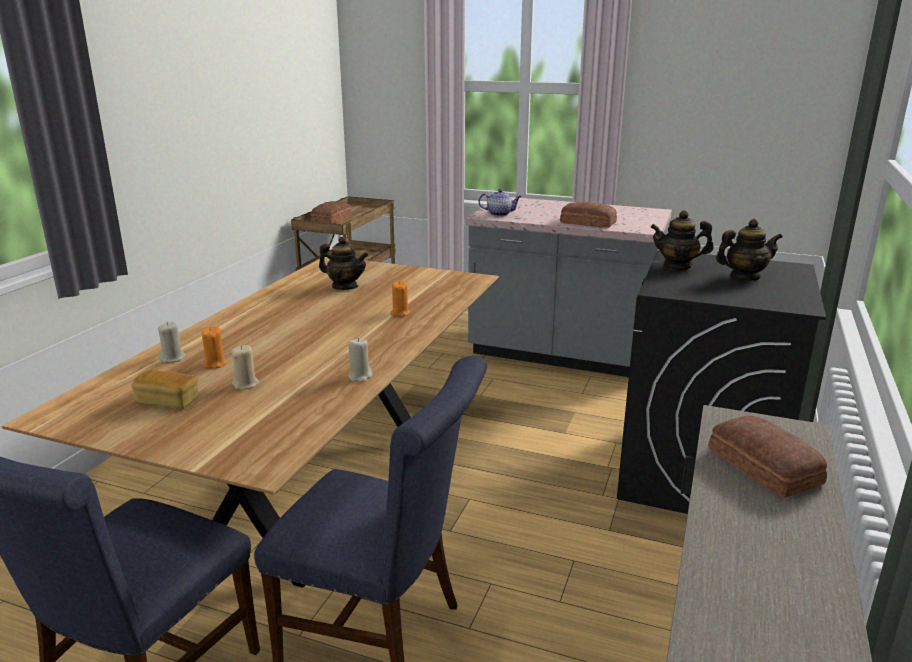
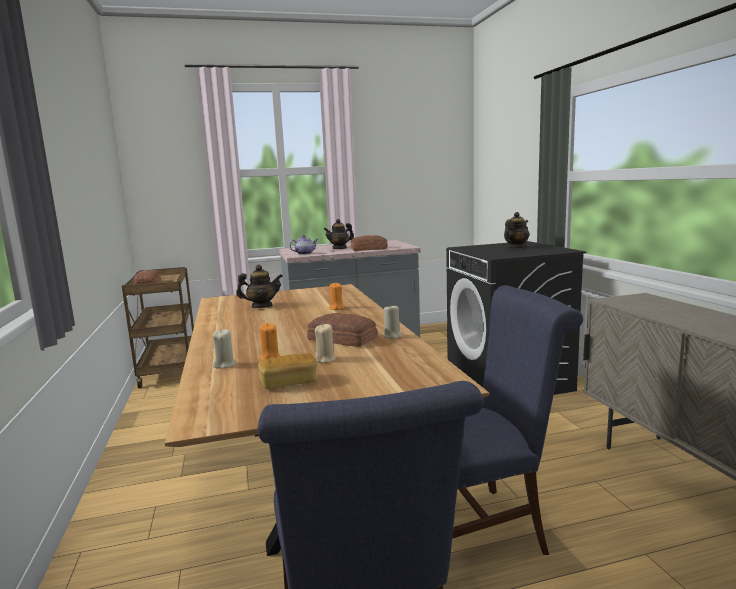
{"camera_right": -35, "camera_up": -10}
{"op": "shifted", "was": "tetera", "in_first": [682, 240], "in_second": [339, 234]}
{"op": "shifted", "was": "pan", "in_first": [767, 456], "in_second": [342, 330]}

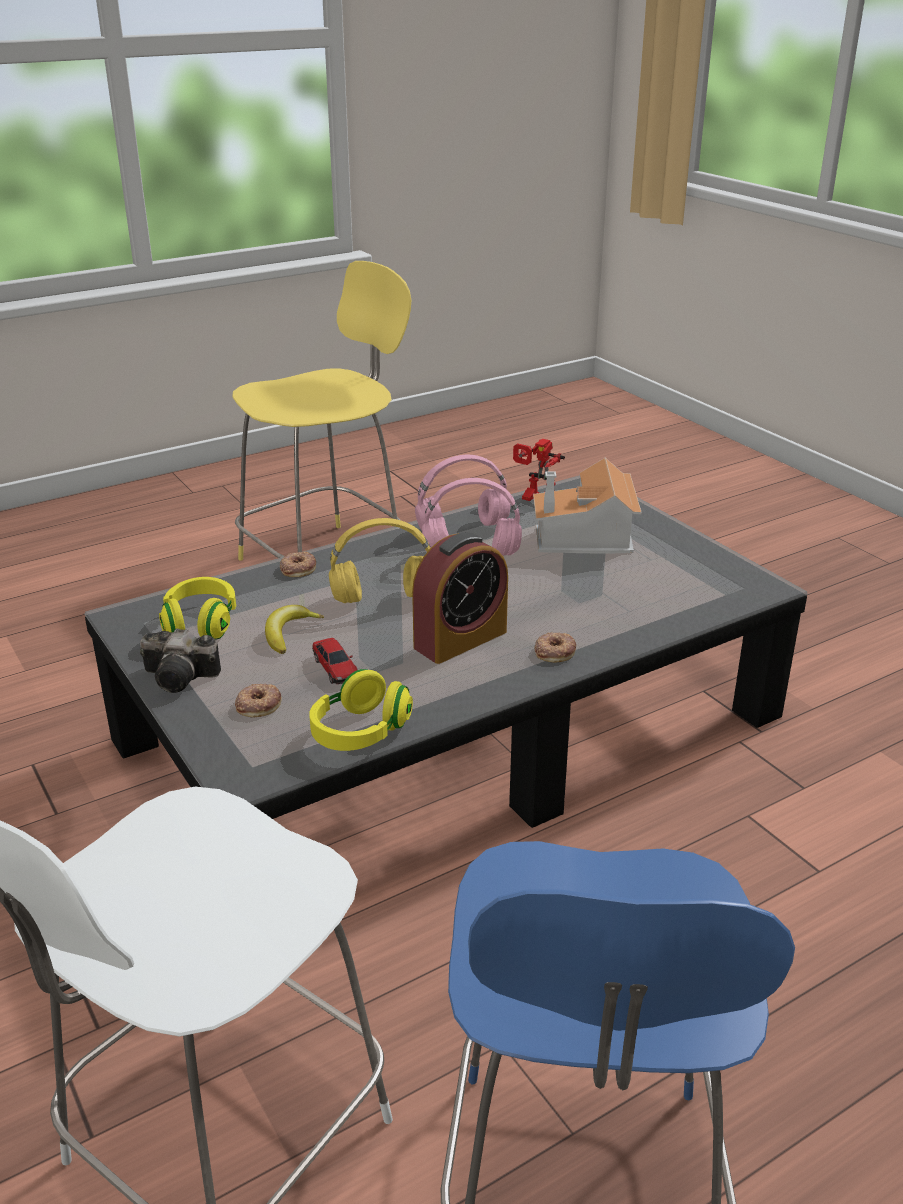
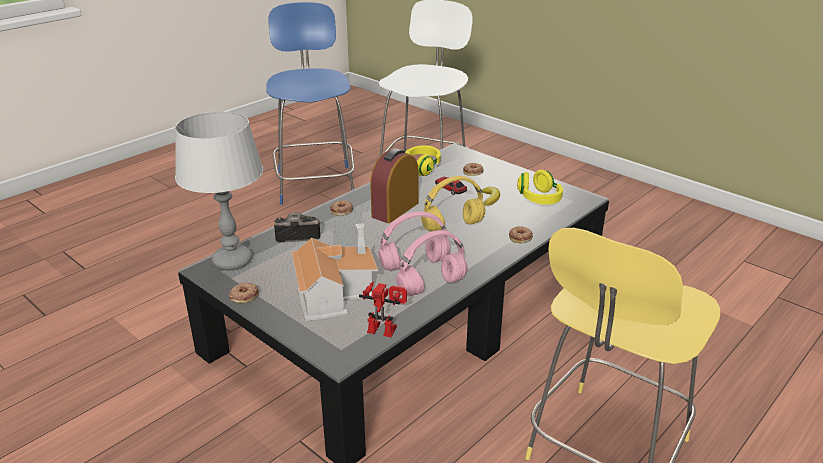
{"camera_right": 165, "camera_up": 0}
{"op": "shifted", "was": "cámara", "in_first": [180, 660], "in_second": [297, 227]}
{"op": "new", "now": "lámpara de mesa [gris]", "in_second": [219, 190]}
{"op": "new", "now": "rosquilla", "in_second": [244, 292]}

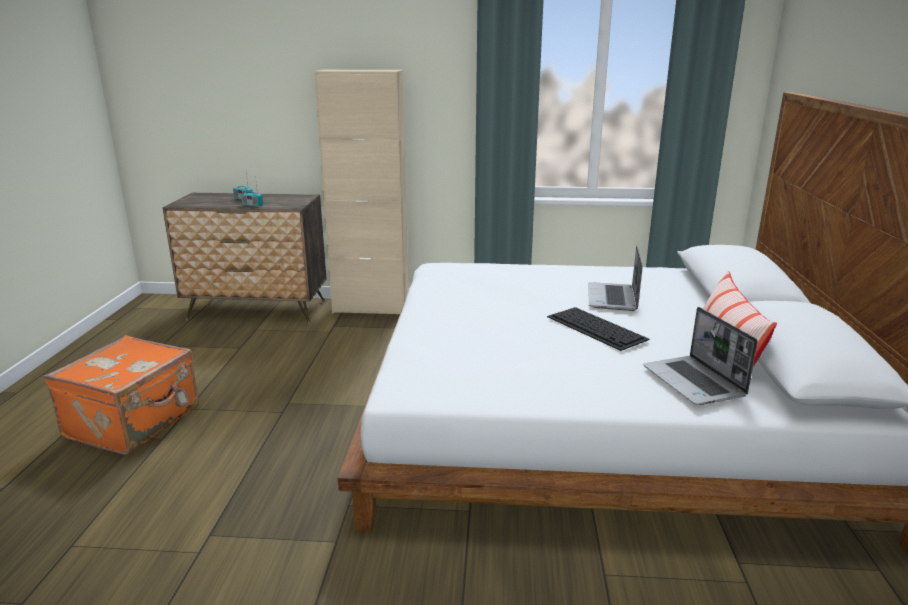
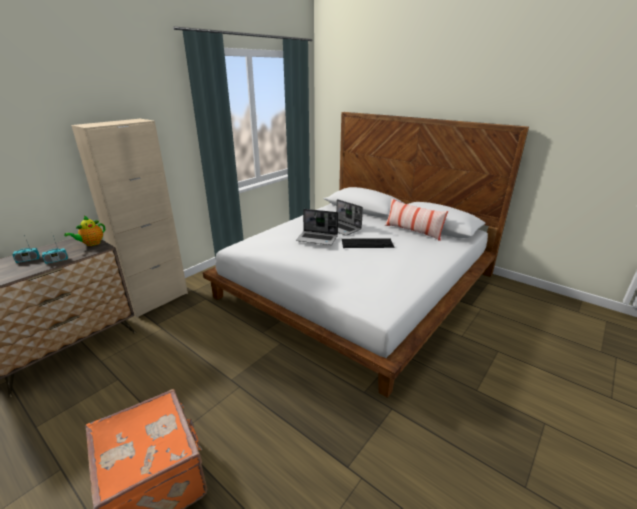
{"camera_right": -55, "camera_up": 5}
{"op": "shifted", "was": "portátil", "in_first": [700, 356], "in_second": [317, 227]}
{"op": "new", "now": "tetera", "in_second": [84, 231]}

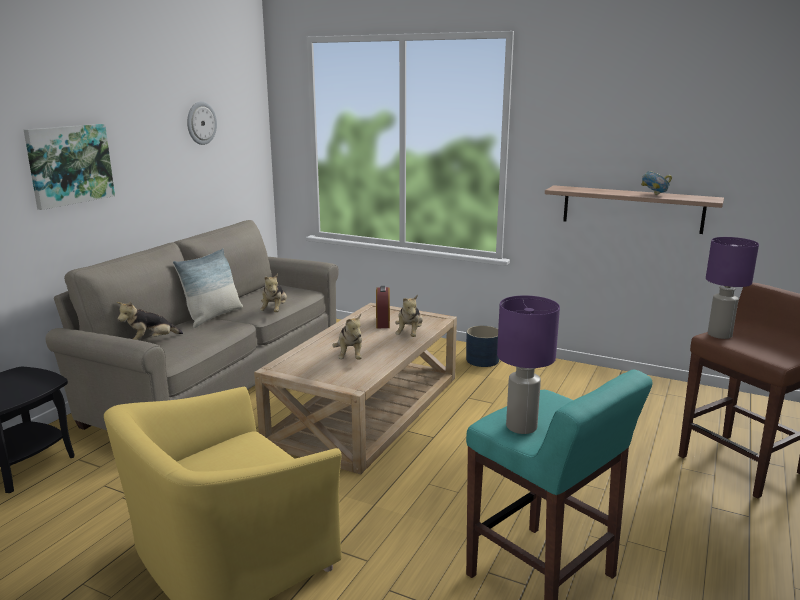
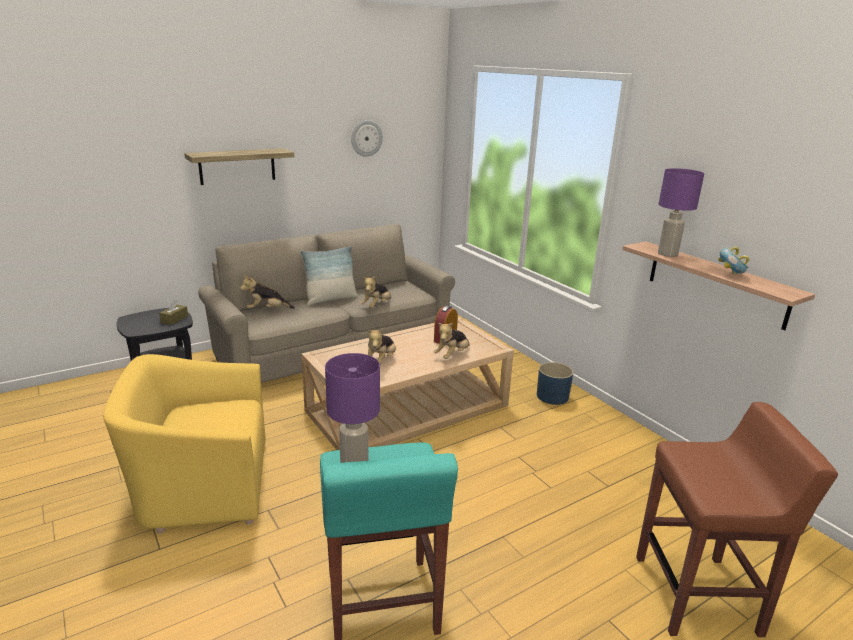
{"camera_right": 30, "camera_up": 5}
{"op": "swapped", "was": "cuadro", "now": "estante", "in_first": [69, 167], "in_second": [239, 166]}
{"op": "shifted", "was": "lámpara de mesa [morado]", "in_first": [732, 288], "in_second": [681, 212]}
{"op": "new", "now": "caja de pañuelos [marrón]", "in_second": [173, 312]}

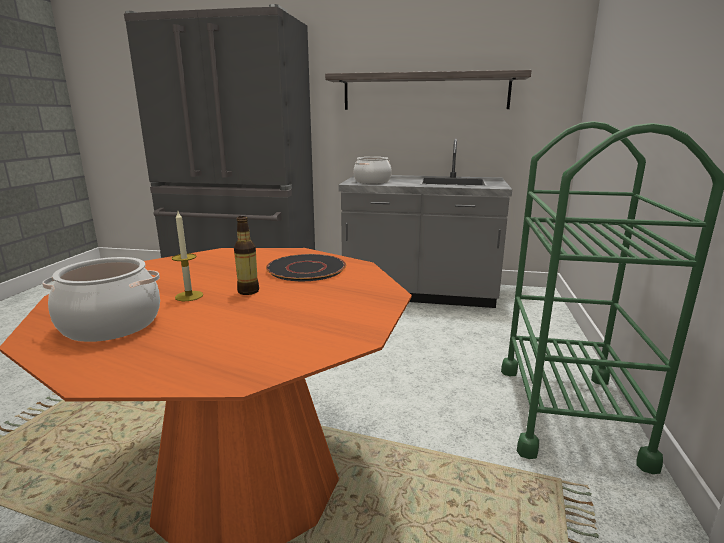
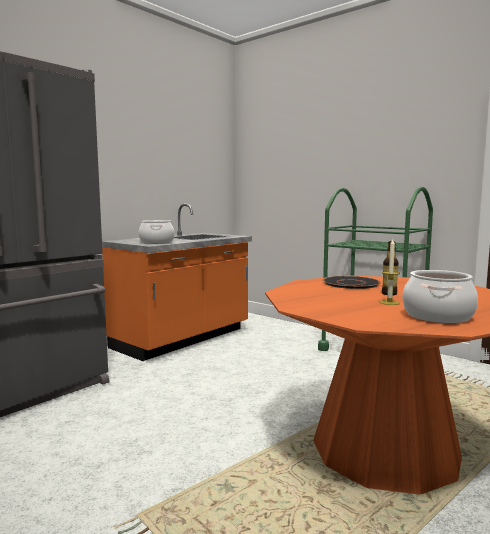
{"camera_right": -60, "camera_up": -10}
{"op": "gone", "was": "estante", "in_first": [428, 90]}
{"op": "repainted", "was": "mueble bajo de cocina [gris]", "now": "mueble bajo de cocina [naranja]", "in_first": [425, 223], "in_second": [177, 282]}

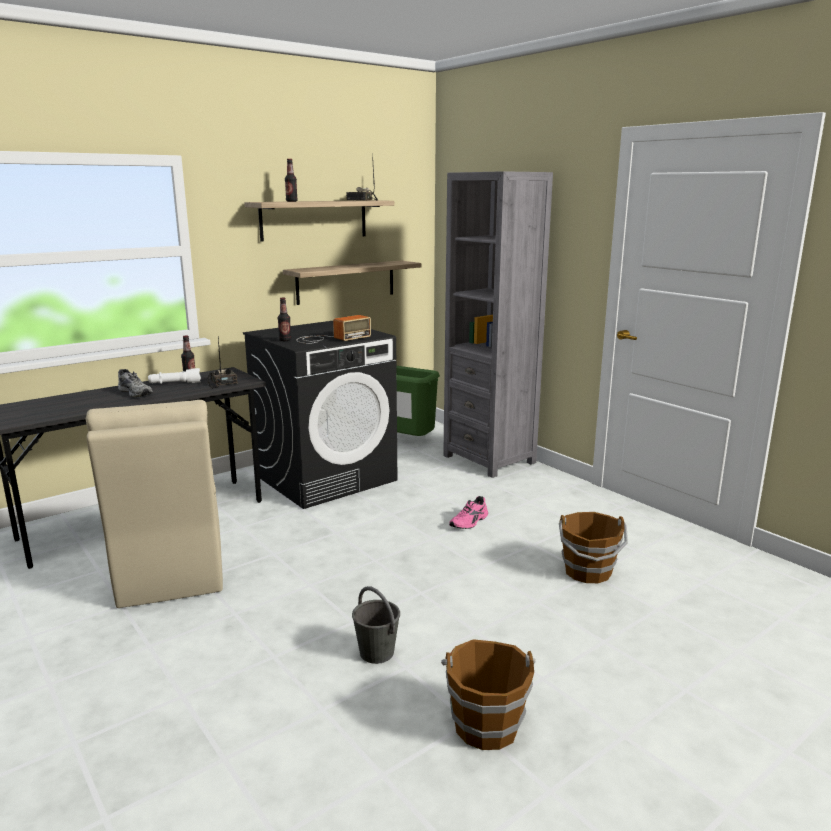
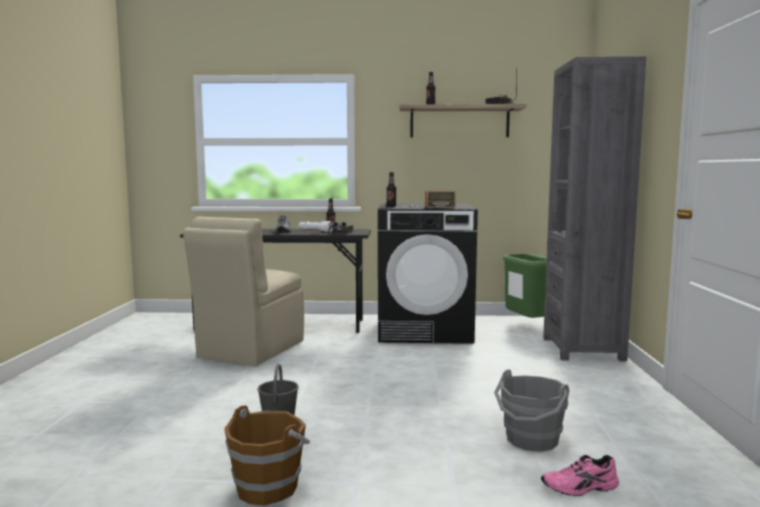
{"camera_right": 40, "camera_up": -10}
{"op": "gone", "was": "estante", "in_first": [352, 282]}
{"op": "shifted", "was": "zapato [rosa]", "in_first": [468, 512], "in_second": [580, 475]}
{"op": "repainted", "was": "cubo [marrón]", "now": "cubo [gris]", "in_first": [593, 547], "in_second": [532, 411]}

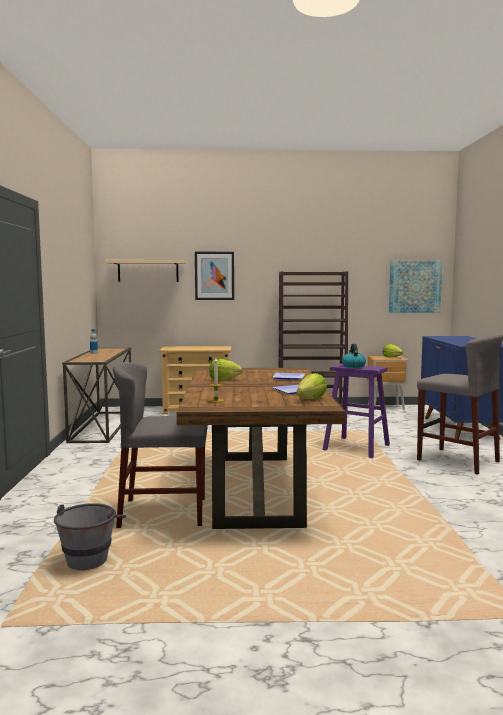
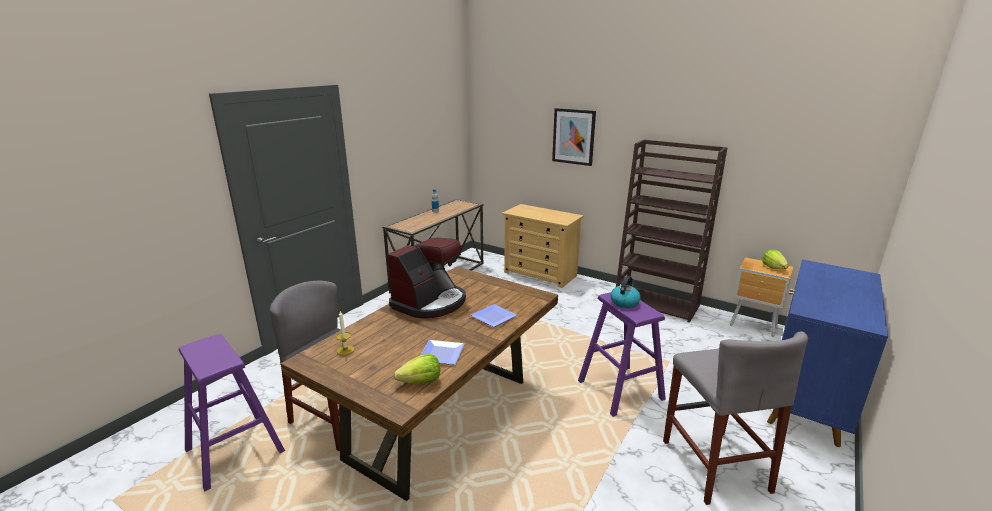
{"camera_right": 35, "camera_up": 15}
{"op": "swapped", "was": "cubo [gris]", "now": "taburete [morado]", "in_first": [90, 536], "in_second": [232, 412]}
{"op": "gone", "was": "estante [beis]", "in_first": [145, 271]}
{"op": "swapped", "was": "lechuga", "now": "cafetera", "in_first": [226, 370], "in_second": [426, 278]}
{"op": "gone", "was": "cuadro", "in_first": [416, 286]}

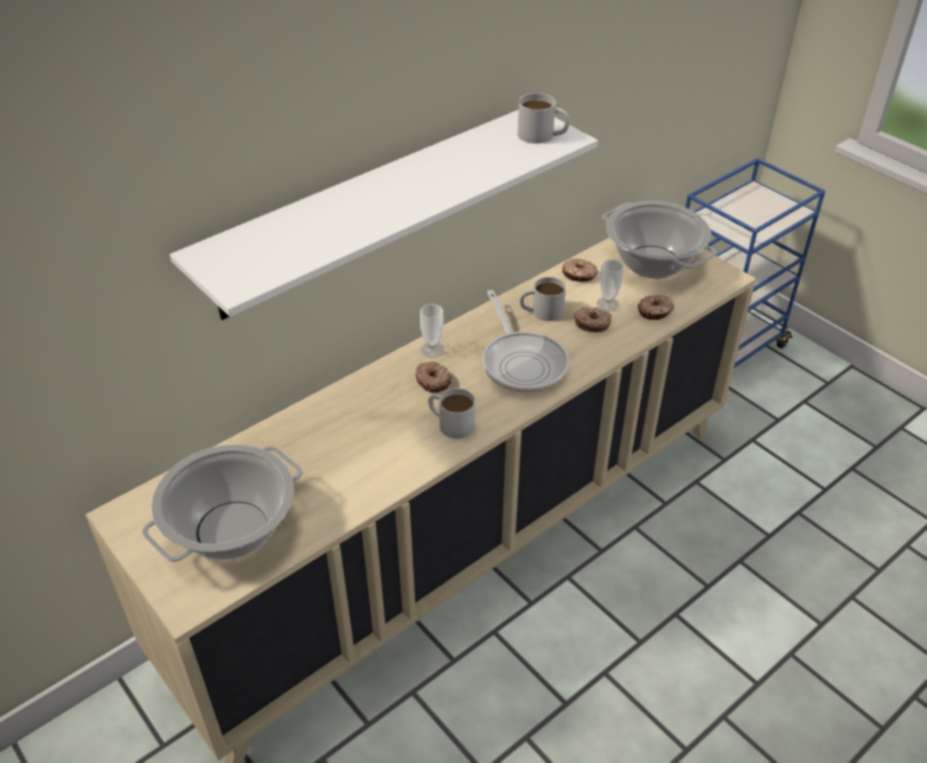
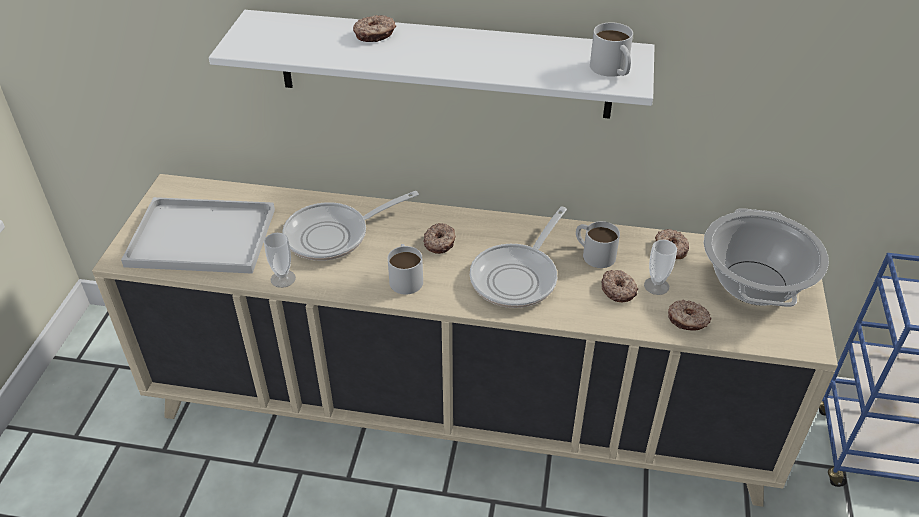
{"camera_right": 50, "camera_up": 0}
{"op": "swapped", "was": "olla", "now": "bandeja [blanco]", "in_first": [222, 503], "in_second": [198, 235]}
{"op": "shifted", "was": "taza", "in_first": [432, 331], "in_second": [280, 260]}
{"op": "new", "now": "sartén", "in_second": [350, 226]}
{"op": "new", "now": "rosquilla", "in_second": [374, 28]}

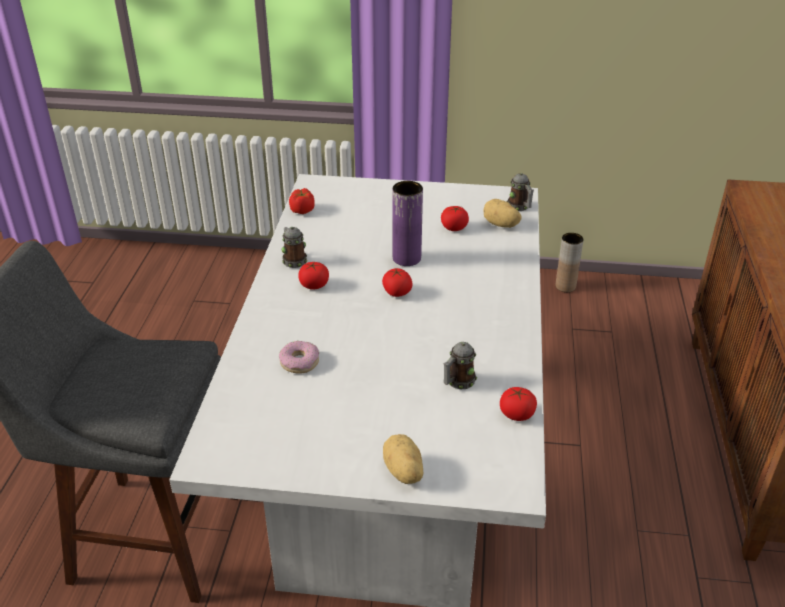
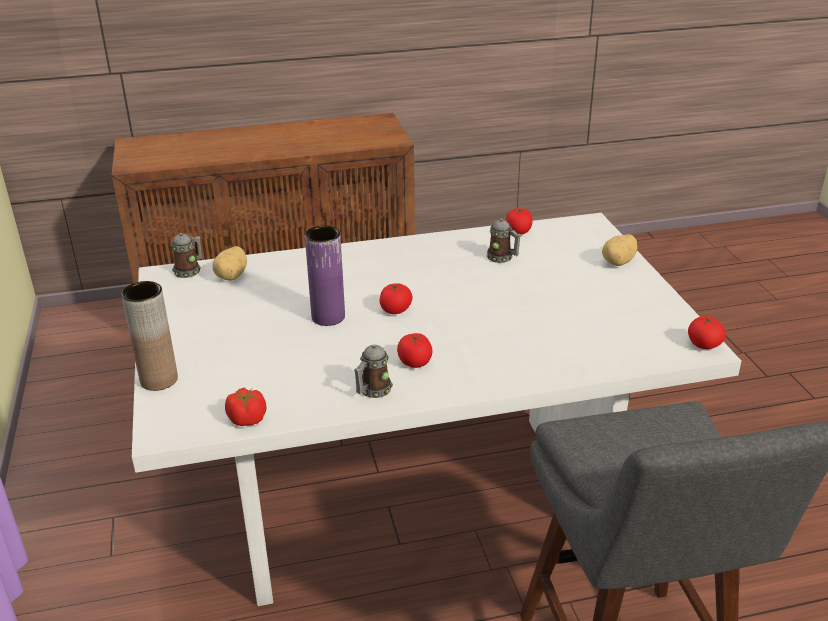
{"camera_right": -110, "camera_up": -5}
{"op": "gone", "was": "rosquilla", "in_first": [299, 357]}
{"op": "shifted", "was": "tomate", "in_first": [455, 218], "in_second": [707, 332]}
{"op": "shifted", "was": "florero [marrón]", "in_first": [569, 262], "in_second": [149, 336]}

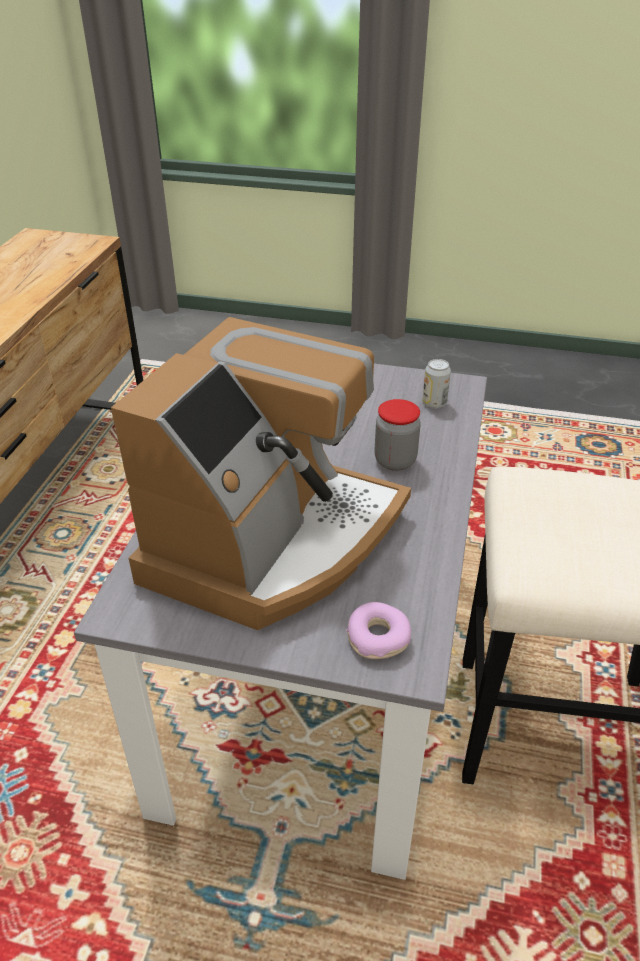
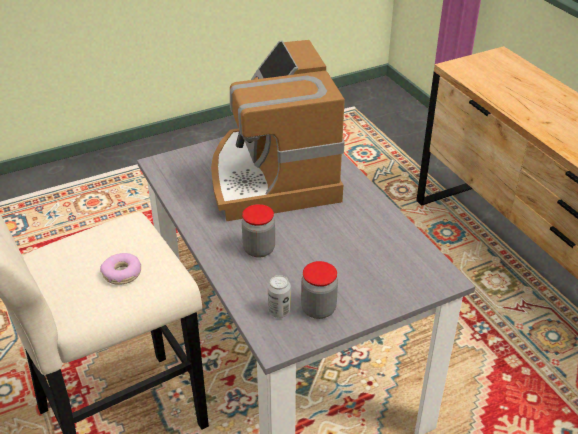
{"camera_right": 140, "camera_up": 0}
{"op": "shifted", "was": "rosquilla", "in_first": [378, 630], "in_second": [121, 269]}
{"op": "new", "now": "tarro", "in_second": [319, 290]}

